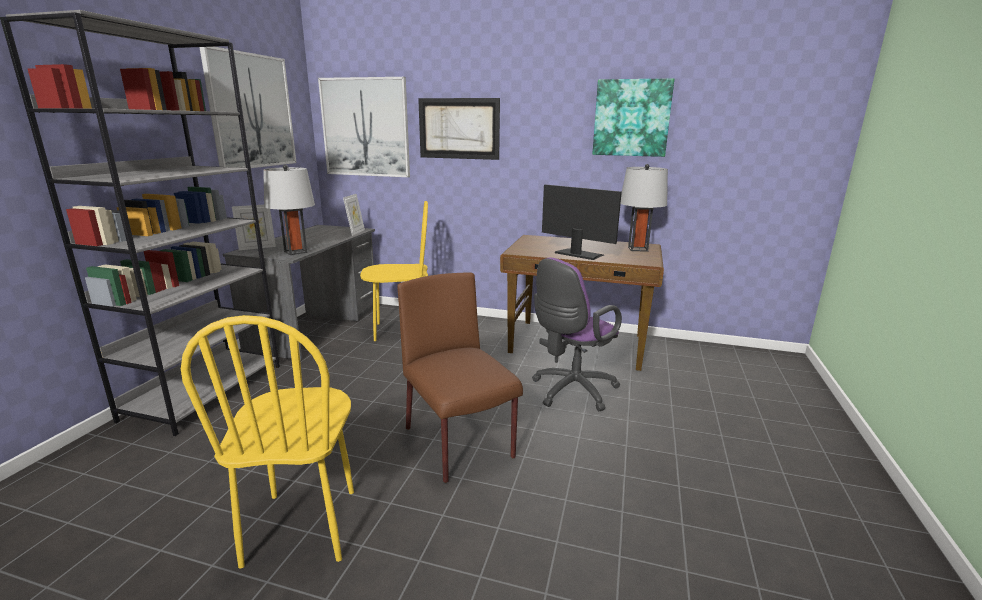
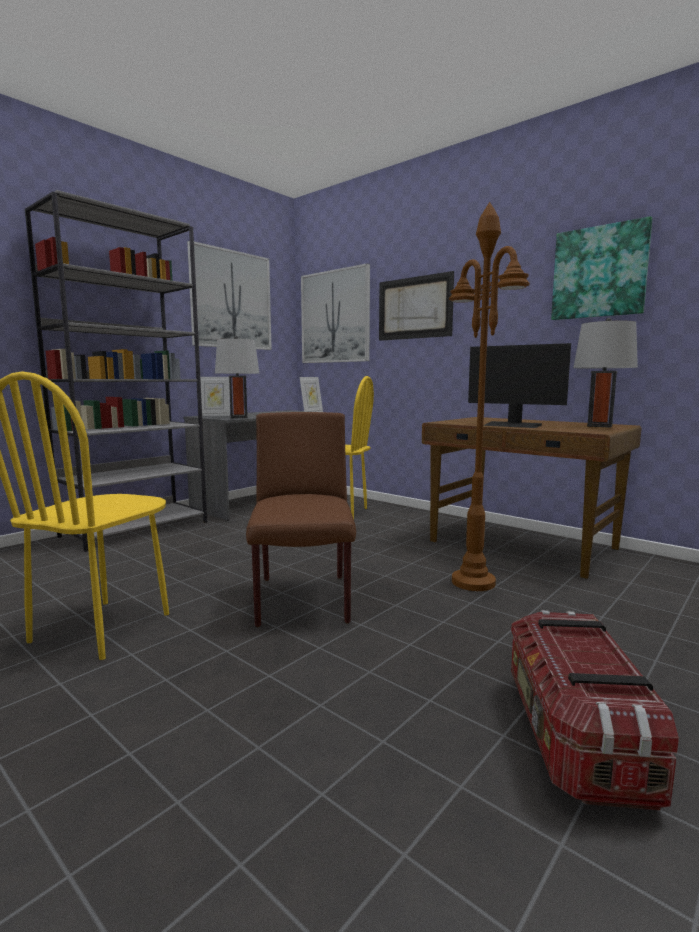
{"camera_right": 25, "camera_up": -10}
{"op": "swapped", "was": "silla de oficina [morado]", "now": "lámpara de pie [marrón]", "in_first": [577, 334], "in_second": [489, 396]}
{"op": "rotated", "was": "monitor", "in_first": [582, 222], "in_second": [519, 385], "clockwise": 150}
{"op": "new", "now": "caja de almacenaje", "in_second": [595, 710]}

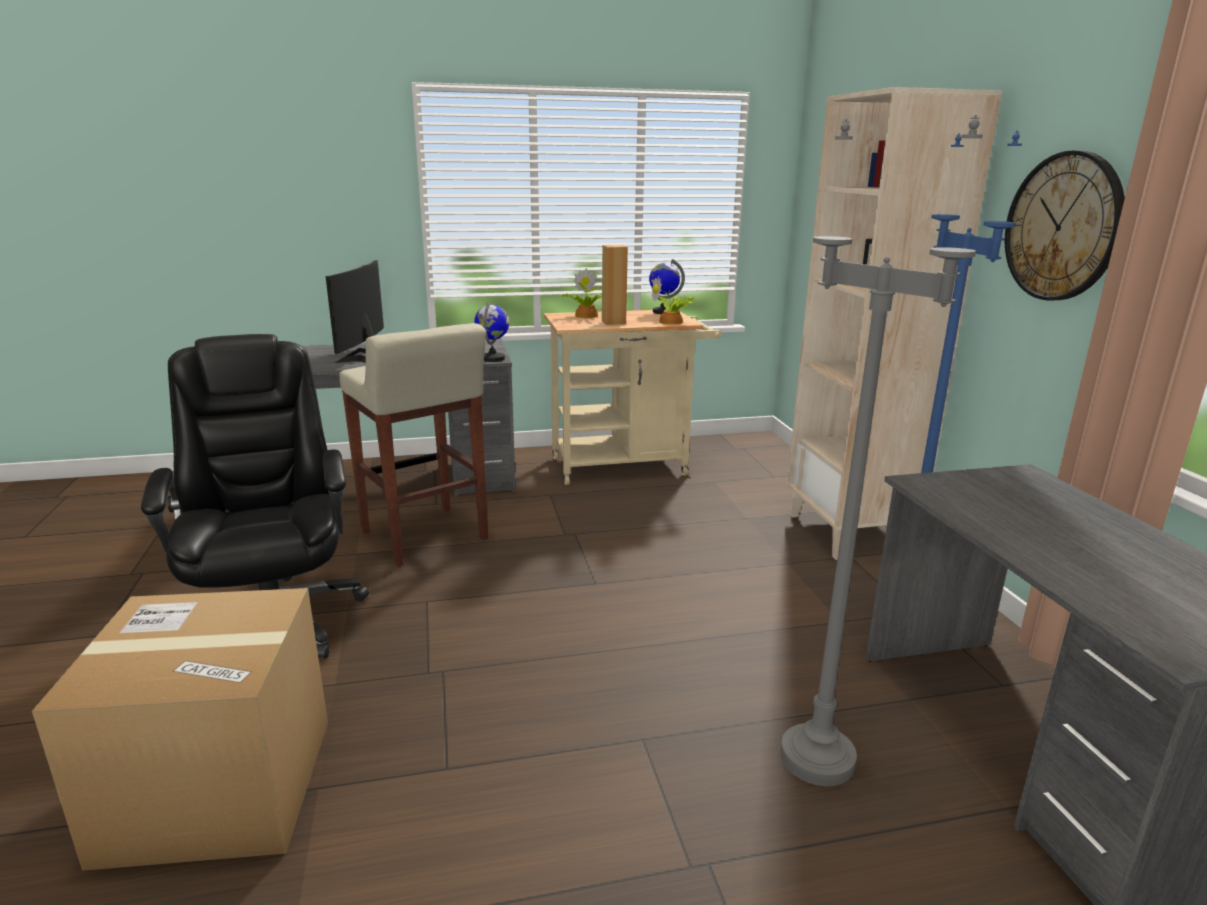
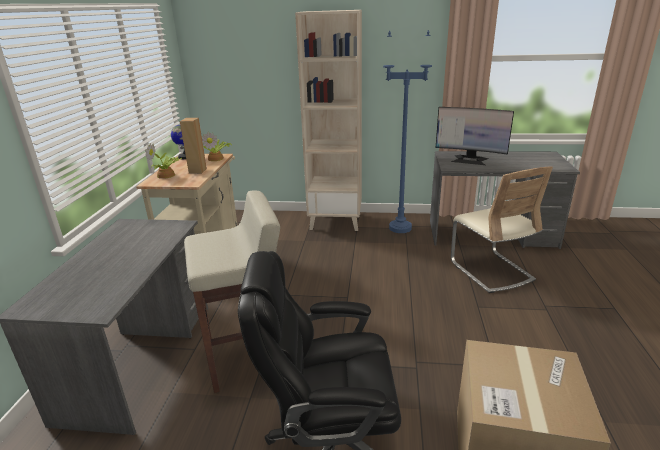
{"camera_right": -70, "camera_up": 5}
{"op": "shifted", "was": "monitor", "in_first": [355, 311], "in_second": [475, 136]}
{"op": "gone", "was": "globo terráqueo", "in_first": [491, 332]}
{"op": "swapped", "was": "lámpara de pie [gris]", "now": "silla [beis]", "in_first": [882, 450], "in_second": [502, 229]}
{"op": "gone", "was": "reloj de pared", "in_first": [1065, 225]}

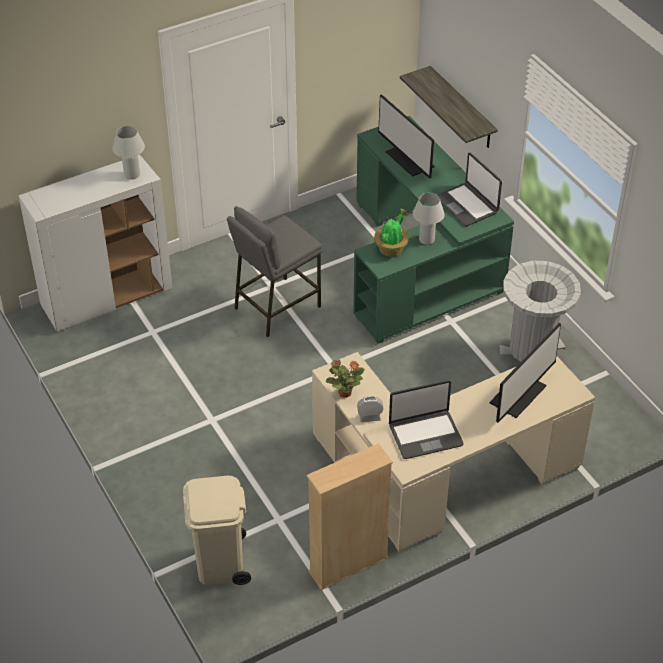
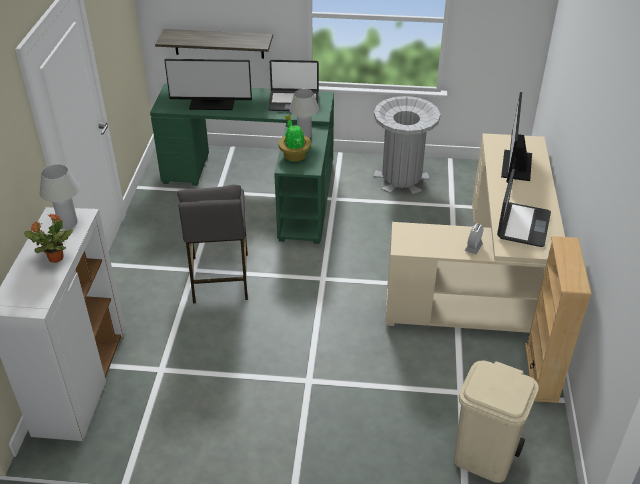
{"camera_right": -55, "camera_up": -5}
{"op": "shifted", "was": "planta en maceta", "in_first": [345, 378], "in_second": [48, 238]}
{"op": "rotated", "was": "monitor", "in_first": [525, 373], "in_second": [516, 137], "clockwise": -150}

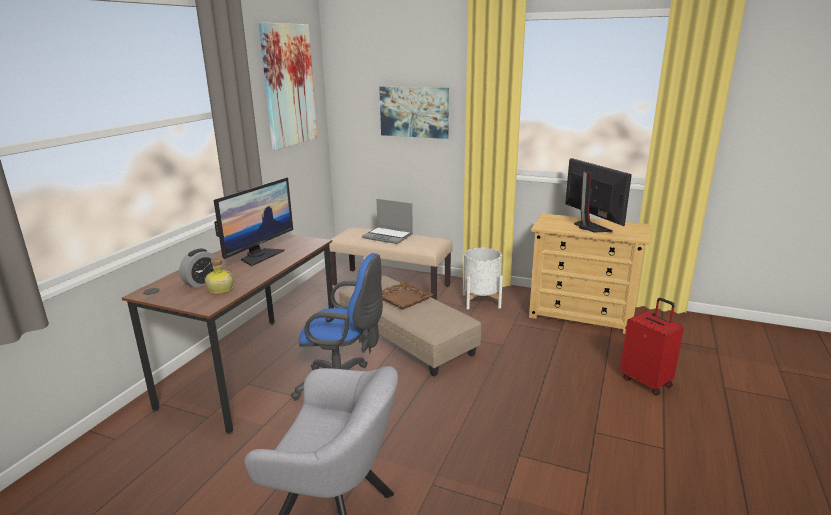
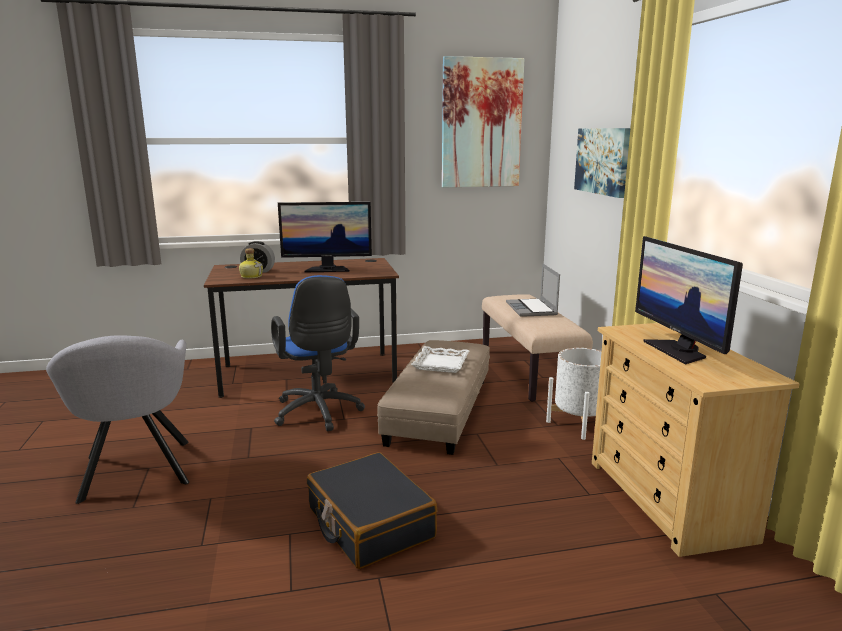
{"camera_right": 55, "camera_up": -5}
{"op": "repainted", "was": "bandeja [marrón]", "now": "bandeja [blanco]", "in_first": [407, 295], "in_second": [440, 359]}
{"op": "rotated", "was": "monitor", "in_first": [598, 195], "in_second": [689, 300], "clockwise": 135}
{"op": "gone", "was": "maleta [rojo]", "in_first": [652, 347]}
{"op": "new", "now": "maleta [negro]", "in_second": [372, 510]}

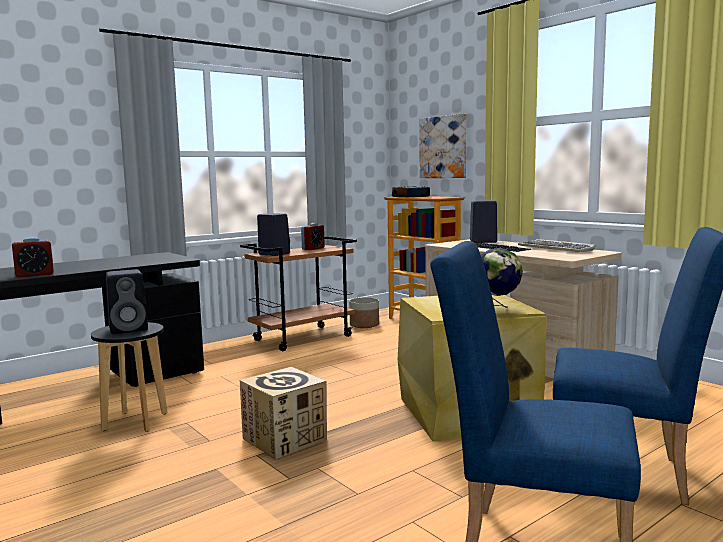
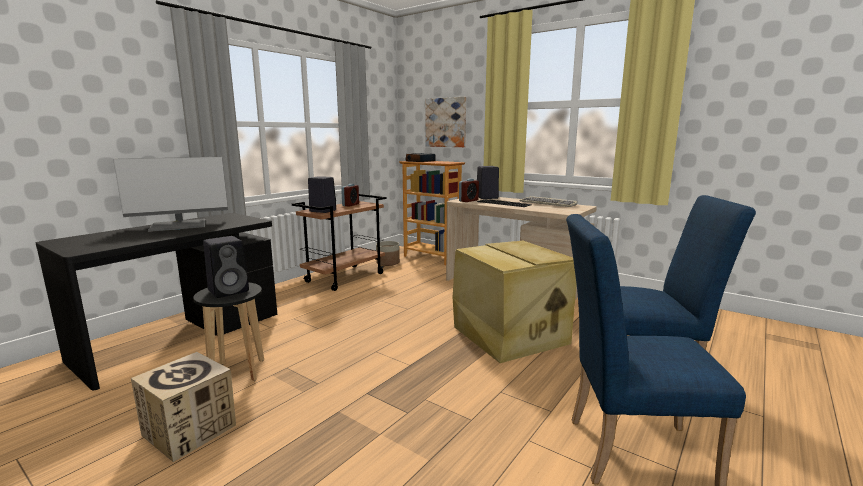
{"camera_right": -15, "camera_up": 5}
{"op": "shifted", "was": "despertador", "in_first": [33, 257], "in_second": [469, 190]}
{"op": "shifted", "was": "caja de cartón", "in_first": [283, 413], "in_second": [183, 407]}
{"op": "gone", "was": "globo terráqueo", "in_first": [502, 278]}
{"op": "new", "now": "monitor", "in_second": [170, 194]}

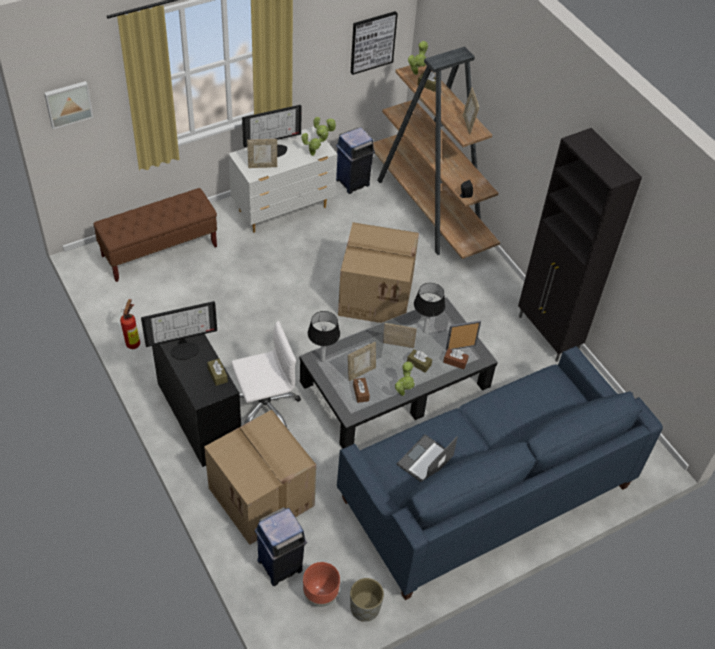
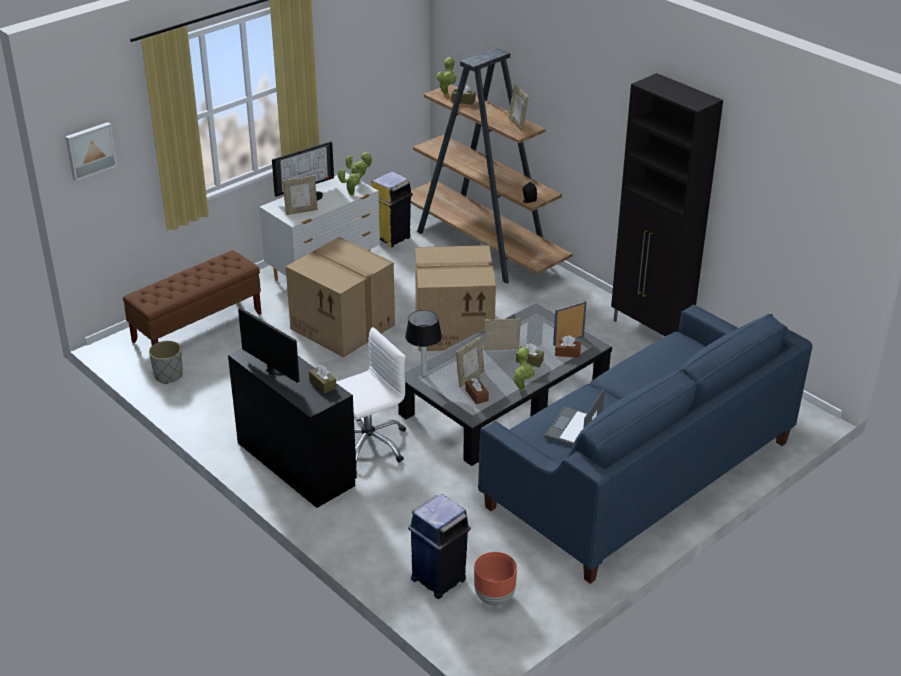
{"camera_right": -10, "camera_up": -15}
{"op": "gone", "was": "extintor", "in_first": [130, 324]}
{"op": "rotated", "was": "monitor", "in_first": [179, 330], "in_second": [269, 345], "clockwise": -105}
{"op": "shifted", "was": "caja de cartón", "in_first": [260, 477], "in_second": [340, 297]}
{"op": "repainted", "was": "papelera [azul]", "now": "papelera [amarillo]", "in_first": [355, 160], "in_second": [392, 210]}
{"op": "shifted", "was": "maceta [gris]", "in_first": [367, 600], "in_second": [166, 362]}
{"op": "gone", "was": "cuadro", "in_first": [374, 43]}
{"op": "gone", "was": "lámpara de mesa", "in_first": [429, 308]}

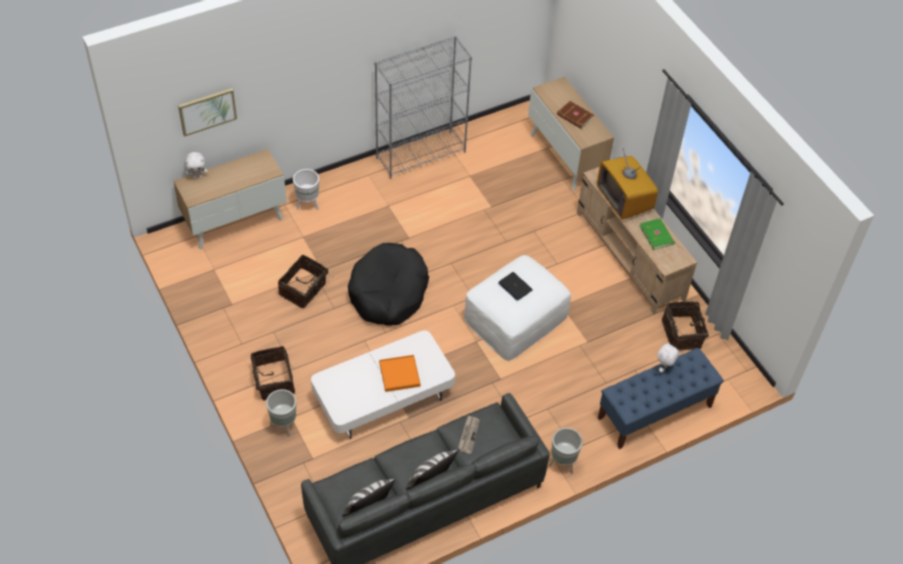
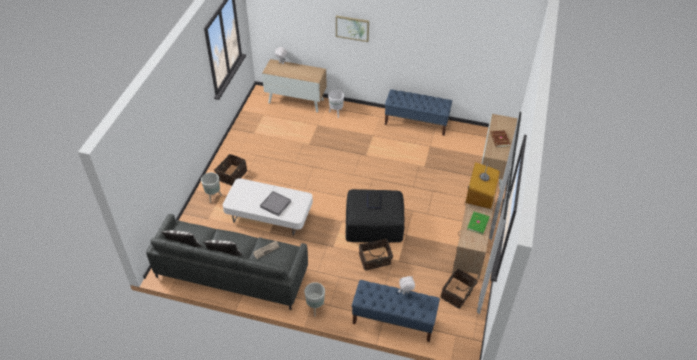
{"camera_right": 45, "camera_up": -5}
{"op": "shifted", "was": "cuadro", "in_first": [207, 112], "in_second": [352, 28]}
{"op": "shifted", "was": "cesta", "in_first": [303, 281], "in_second": [376, 254]}
{"op": "gone", "was": "cama para perro [negro]", "in_first": [388, 284]}
{"op": "swapped", "was": "estantería [gris]", "now": "banco [azul]", "in_first": [423, 107], "in_second": [418, 112]}
{"op": "repainted", "was": "bandeja [naranja]", "now": "bandeja [gris]", "in_first": [399, 373], "in_second": [275, 203]}
{"op": "repainted", "was": "puf [blanco]", "now": "puf [negro]", "in_first": [517, 308], "in_second": [375, 216]}

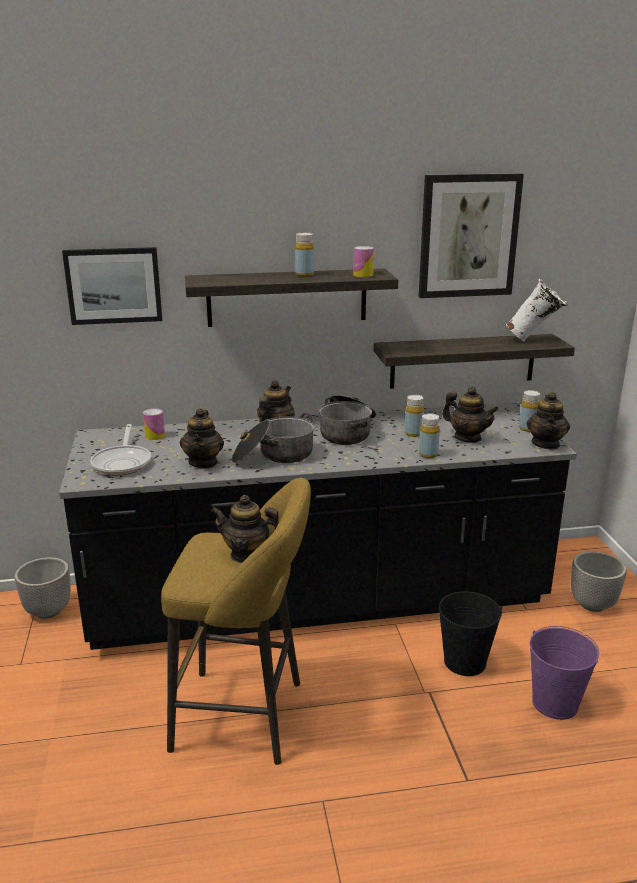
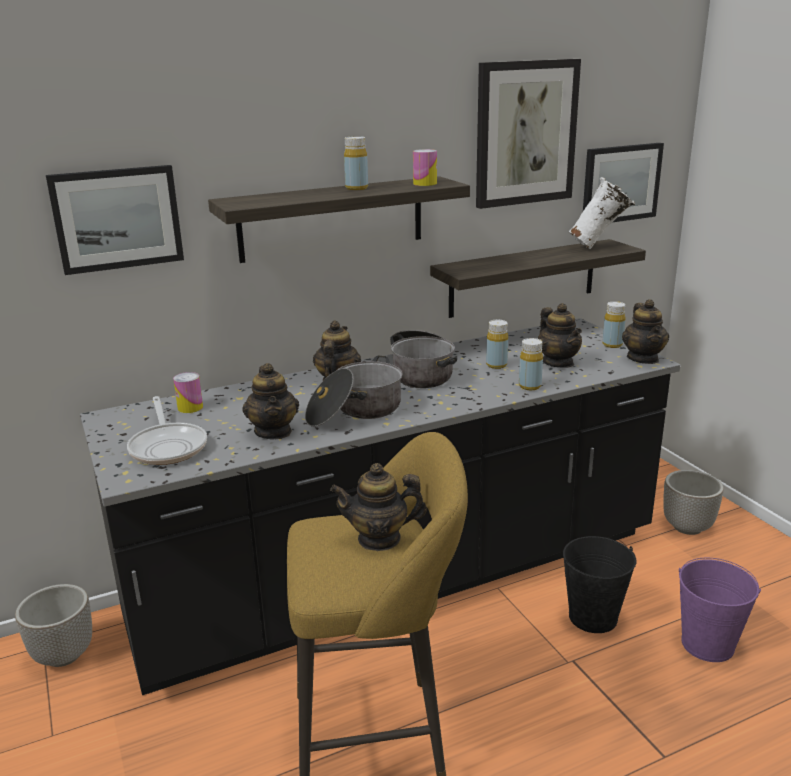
{"camera_right": -15, "camera_up": 0}
{"op": "rotated", "was": "tetera", "in_first": [470, 414], "in_second": [560, 335], "clockwise": 45}
{"op": "new", "now": "cuadro", "in_second": [623, 182]}

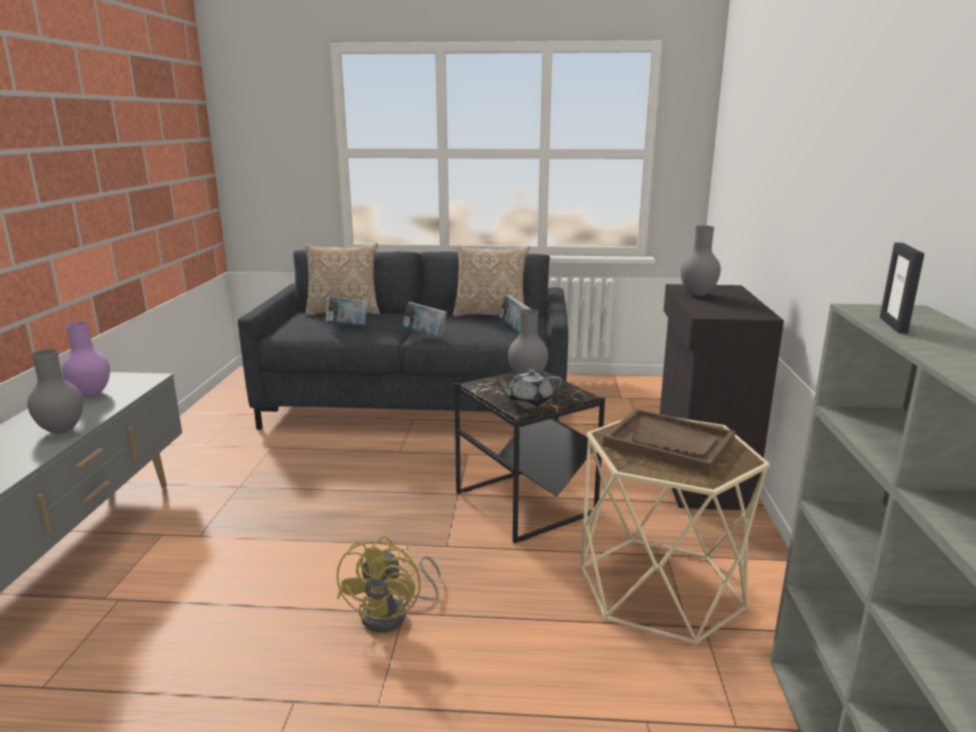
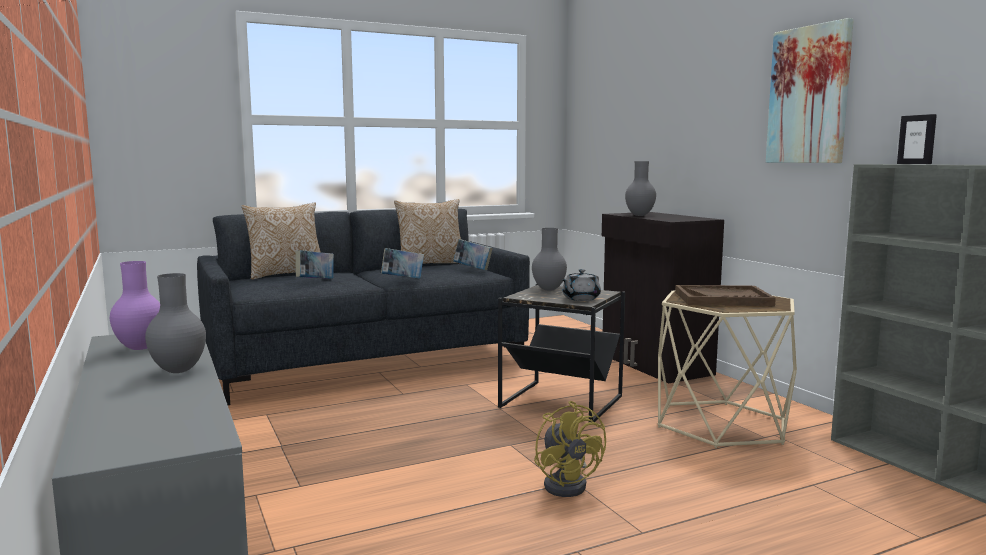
{"camera_right": -30, "camera_up": -10}
{"op": "new", "now": "cuadro", "in_second": [810, 90]}

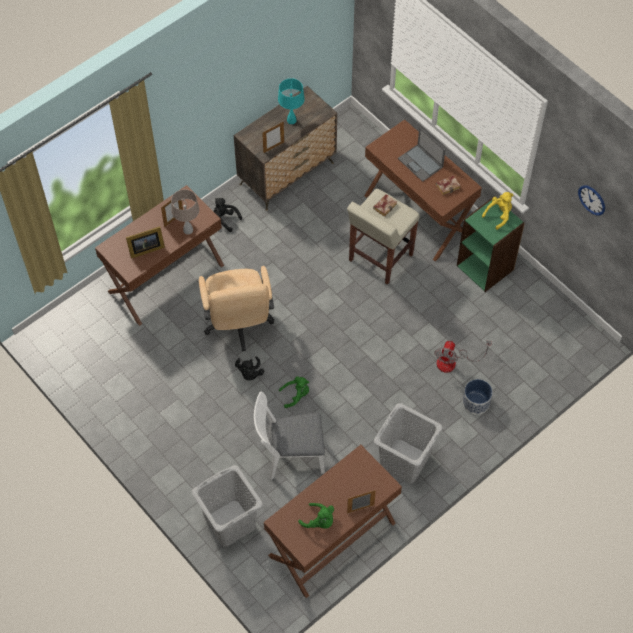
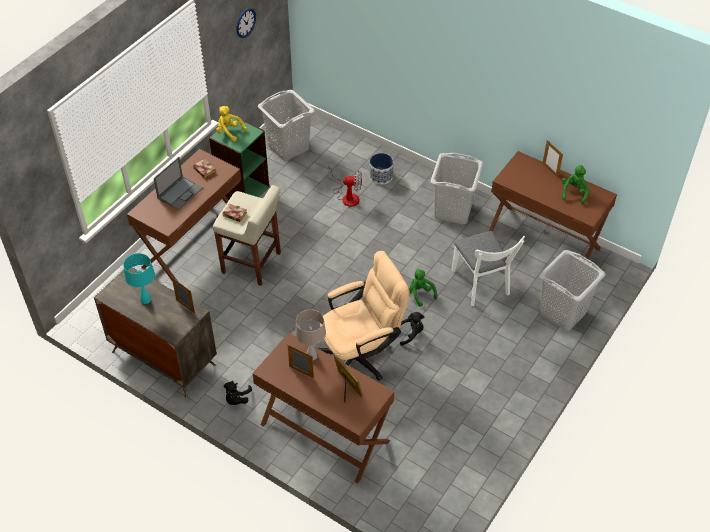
{"camera_right": -105, "camera_up": -10}
{"op": "new", "now": "cesto de la ropa [gris]", "in_second": [286, 125]}

